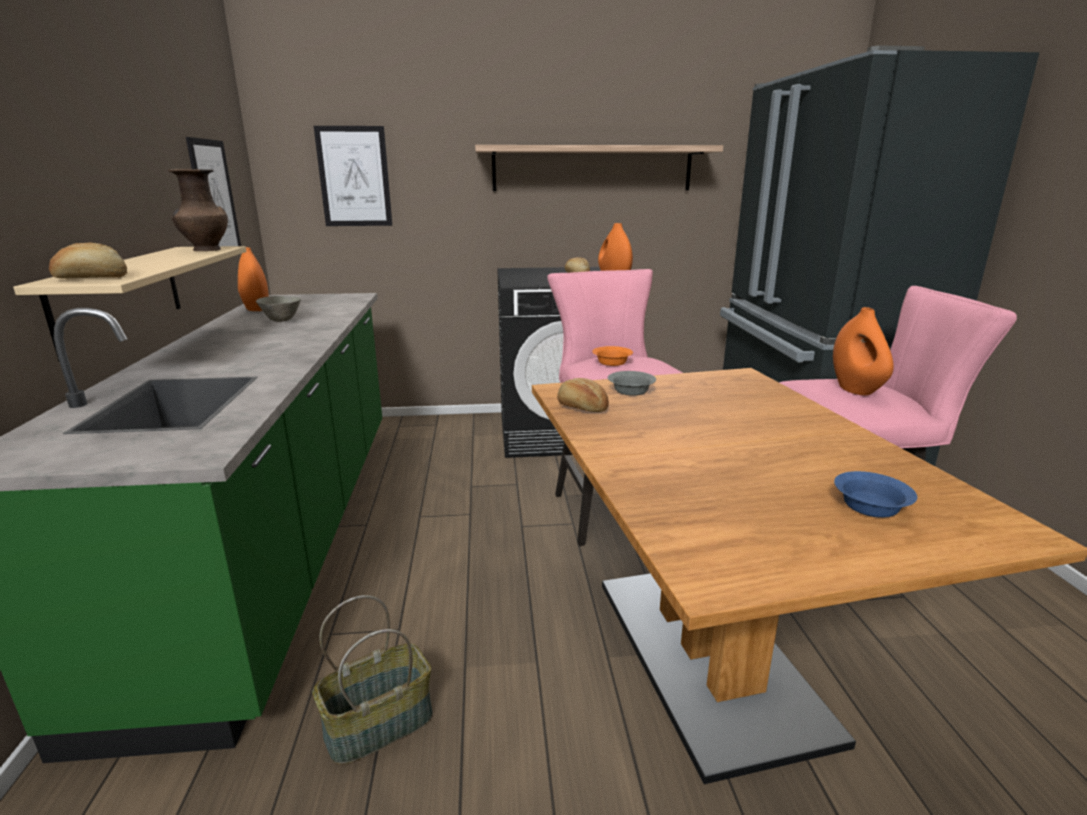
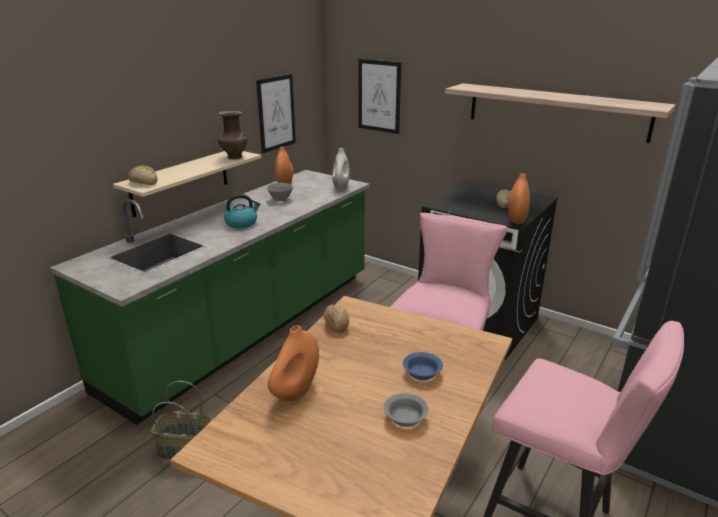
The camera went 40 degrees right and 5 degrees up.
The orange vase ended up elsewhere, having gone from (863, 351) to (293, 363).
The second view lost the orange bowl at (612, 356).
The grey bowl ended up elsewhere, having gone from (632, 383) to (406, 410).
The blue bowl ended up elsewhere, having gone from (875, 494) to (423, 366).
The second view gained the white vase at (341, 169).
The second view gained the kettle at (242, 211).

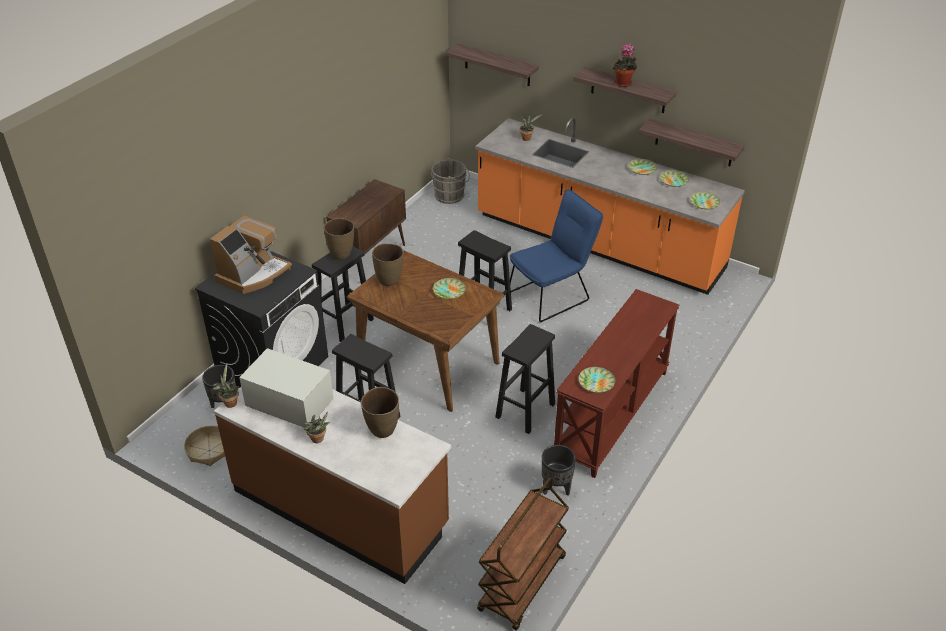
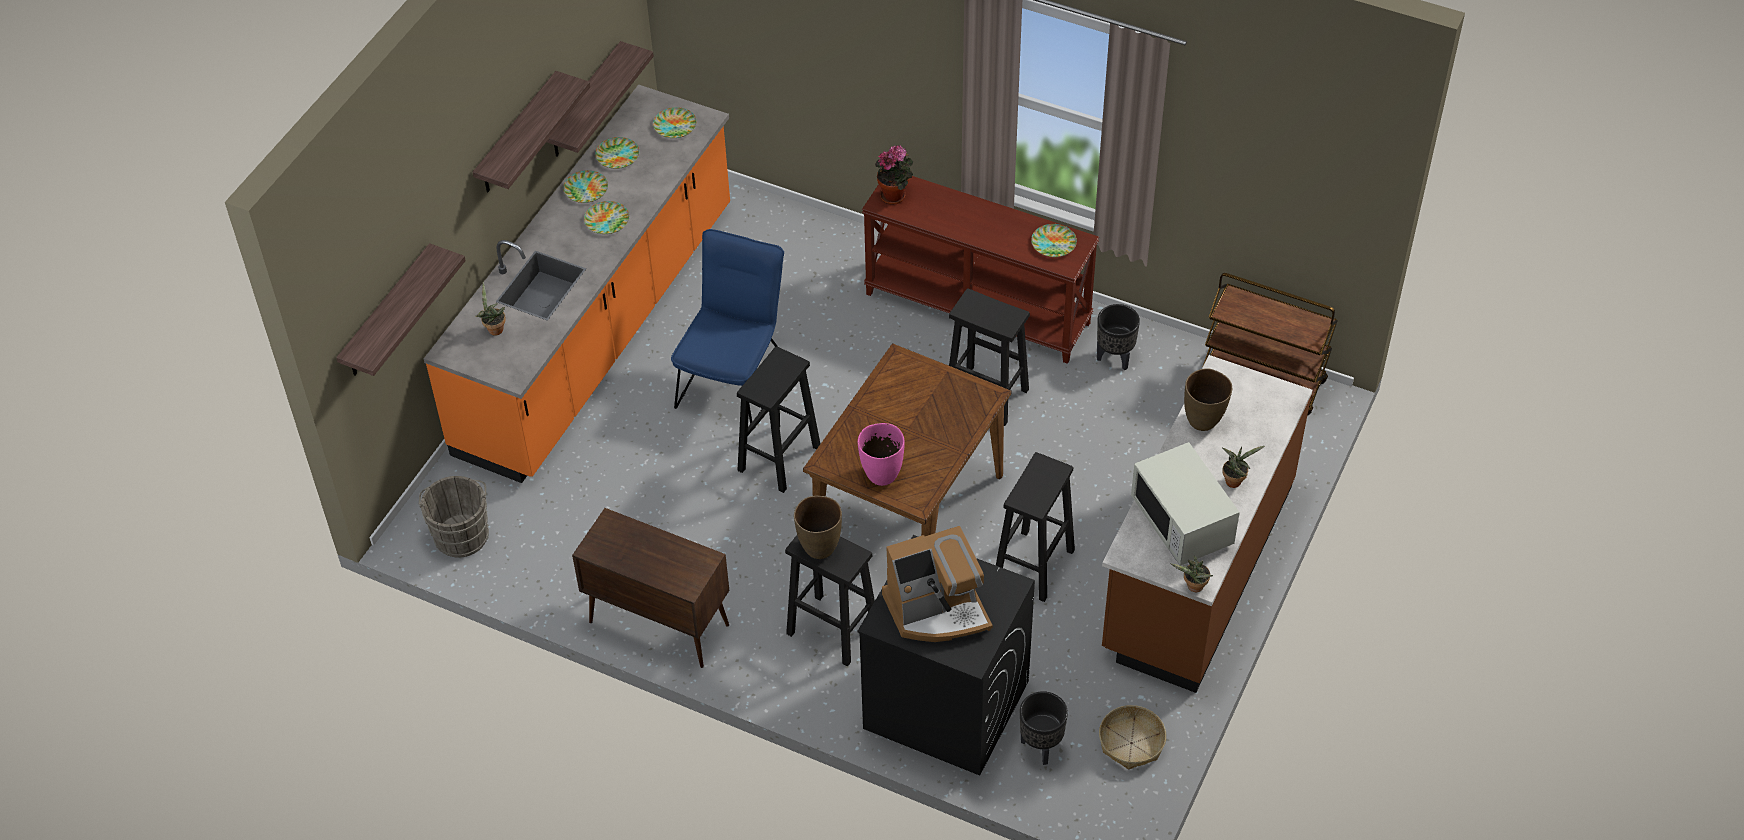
The camera went 95 degrees left and 10 degrees up.
The potted plant ended up elsewhere, having gone from (624, 65) to (894, 174).
The blue chair at (556, 255) ended up facing another way, 60 degrees clockwise from before.
The coffee machine at (251, 254) ended up facing another way, 135 degrees clockwise from before.
What was the brown vase at (388, 264) turned into the pink vase at (881, 454).
The plate ended up elsewhere, having gone from (449, 288) to (606, 217).
The white microwave at (286, 388) ended up facing another way, 45 degrees counterclockwise from before.

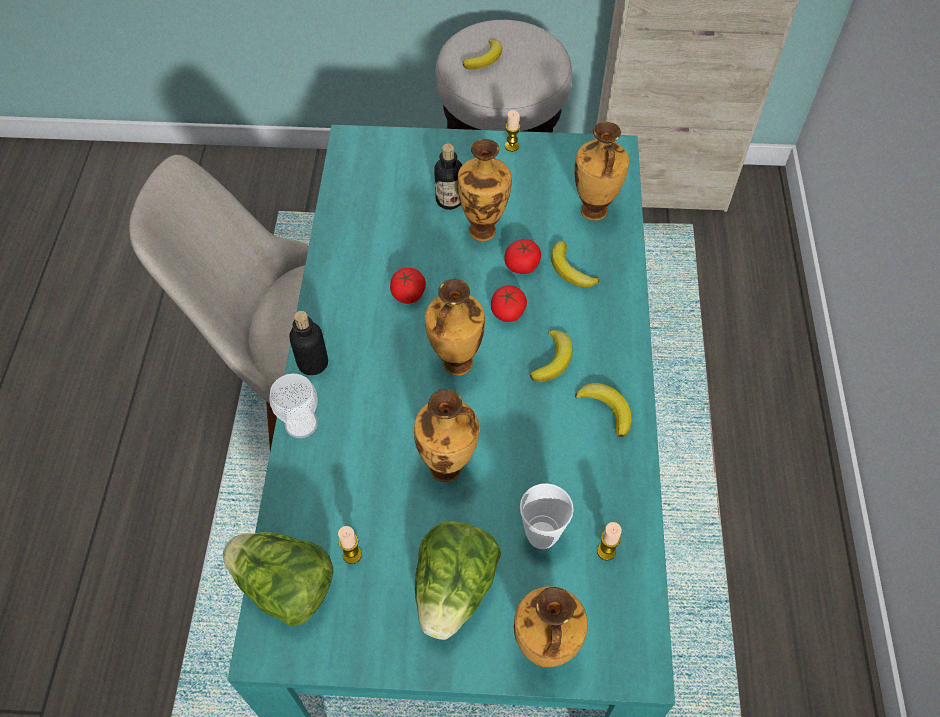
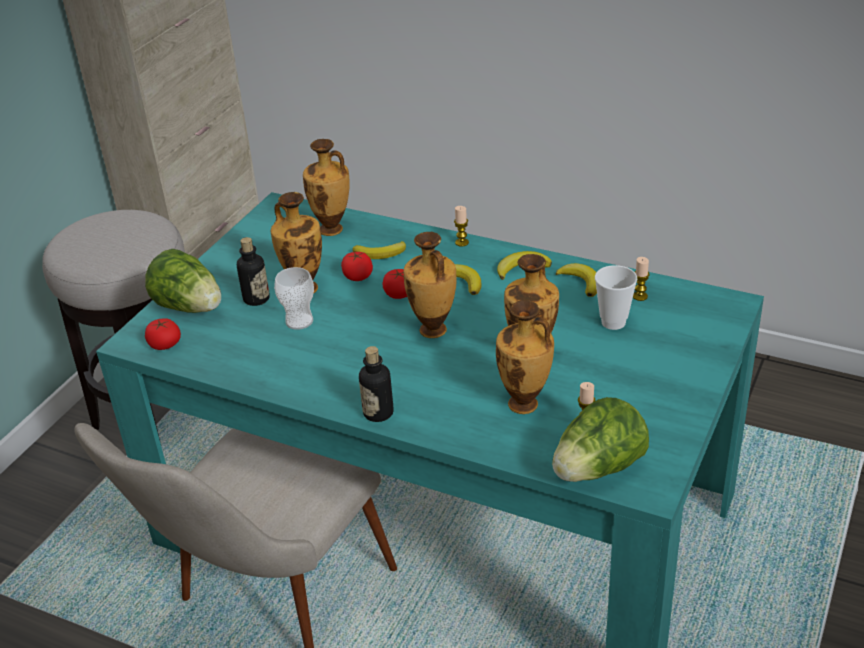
The camera went 65 degrees left and 20 degrees down.
The banana ended up elsewhere, having gone from (482, 54) to (576, 280).
The candle ended up elsewhere, having gone from (512, 131) to (461, 226).
The tomato ended up elsewhere, having gone from (408, 286) to (163, 334).
The cup ended up elsewhere, having gone from (293, 406) to (294, 298).
The lettuce ended up elsewhere, having gone from (458, 580) to (183, 281).
The vase ended up elsewhere, having gone from (551, 626) to (525, 357).

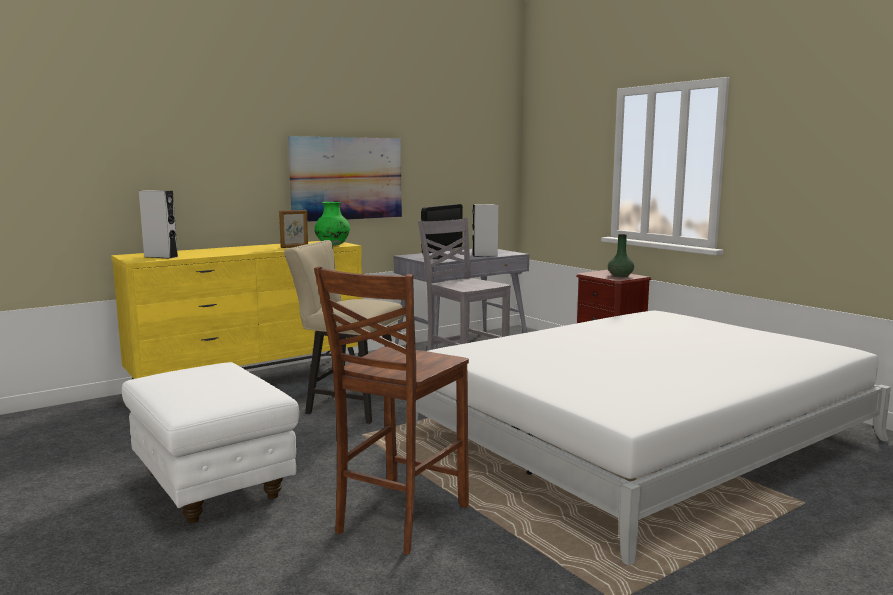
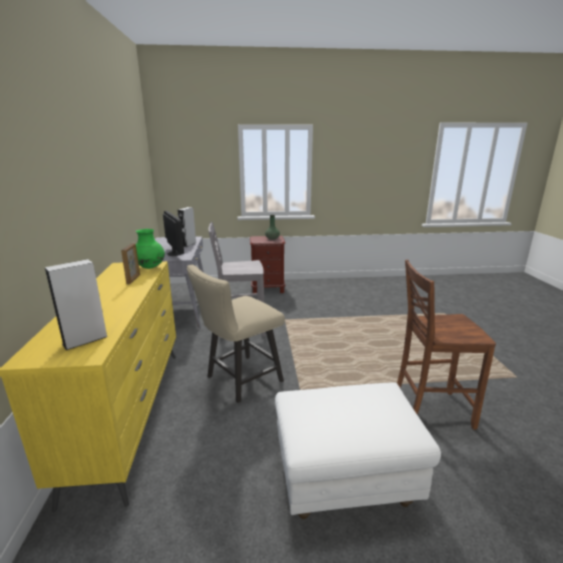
The camera went 60 degrees left and 10 degrees up.
The second view lost the picture at (345, 179).
The brown chair at (391, 411) ended up facing another way, 120 degrees clockwise from before.
The second view lost the white bed at (647, 438).

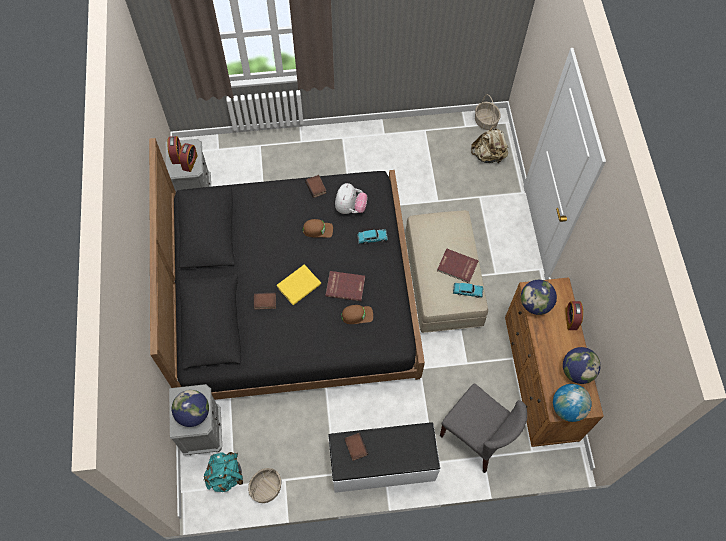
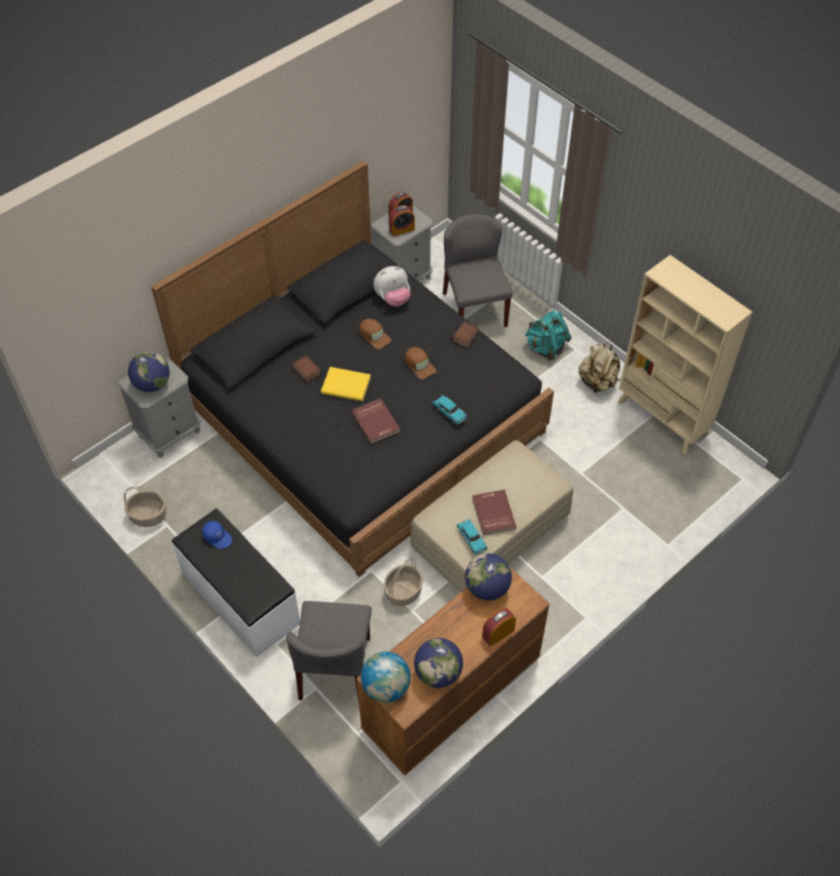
The camera went 55 degrees right and 10 degrees down.
The basket ended up elsewhere, having gone from (488, 112) to (403, 582).
The beige backpack ended up elsewhere, having gone from (489, 144) to (599, 368).
The plush toy ended up elsewhere, having gone from (351, 198) to (391, 286).
The brown cap ended up elsewhere, having gone from (357, 314) to (375, 334).
Where the book stood at (356, 447), the blue cap came to stand at (217, 535).
The turquoise backpack ended up elsewhere, having gone from (223, 472) to (547, 335).
The second view gained the grey chair at (478, 270).
The second view gained the beige bookcase at (685, 354).

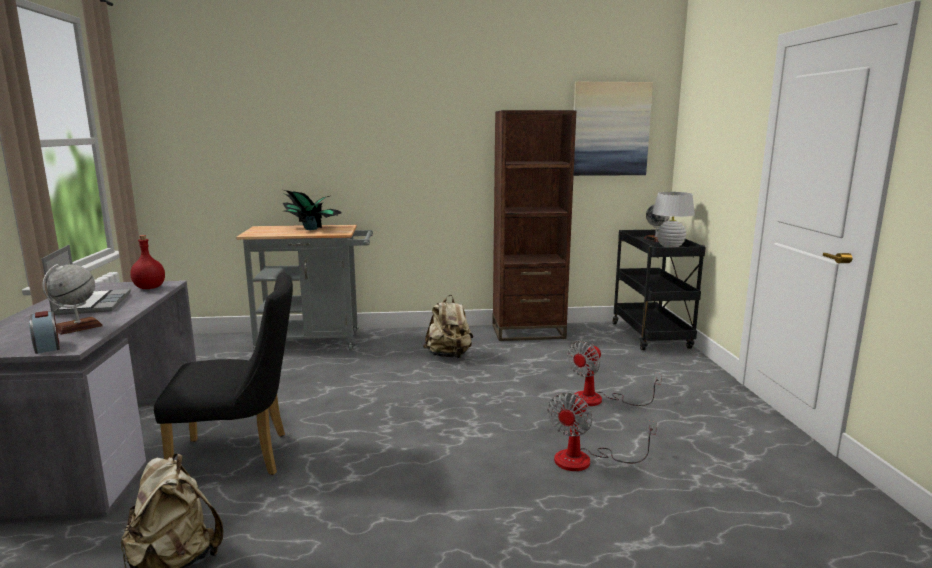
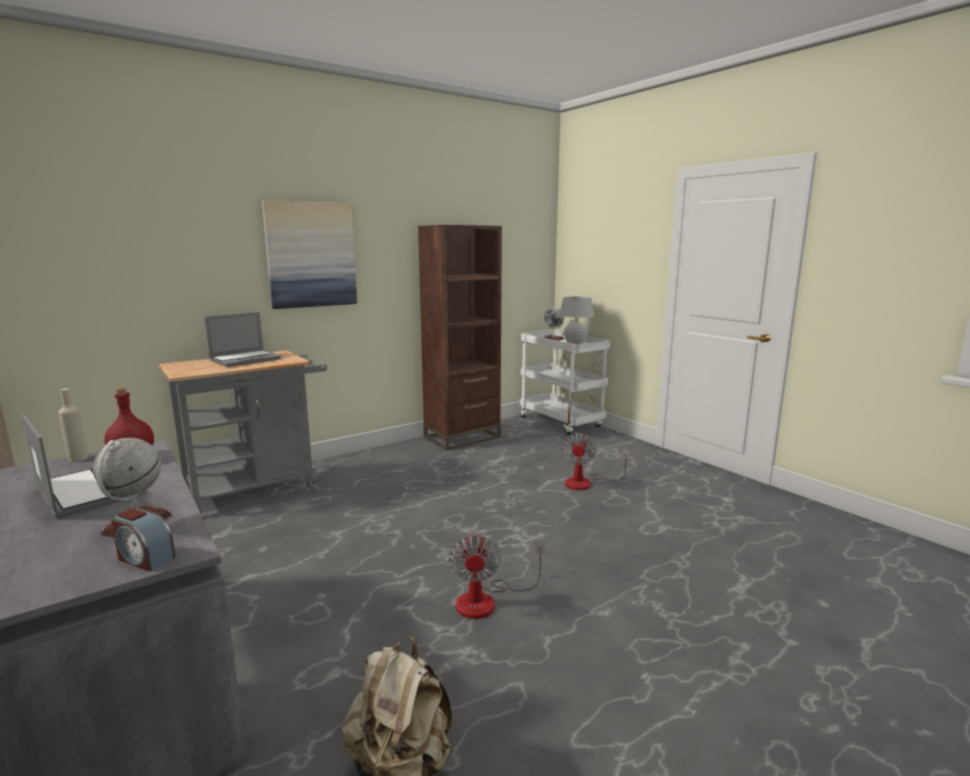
The camera went 30 degrees left and 0 degrees up.
The picture ended up elsewhere, having gone from (613, 129) to (309, 254).
Where the potted plant stood at (311, 210), the laptop came to stand at (243, 339).
What was the black cart at (659, 290) turned into the white cart at (565, 382).
The second view lost the black chair at (223, 373).
The second view lost the beige backpack at (448, 326).
The fan ended up elsewhere, having gone from (602, 431) to (497, 576).
The second view gained the beige bottle at (73, 425).

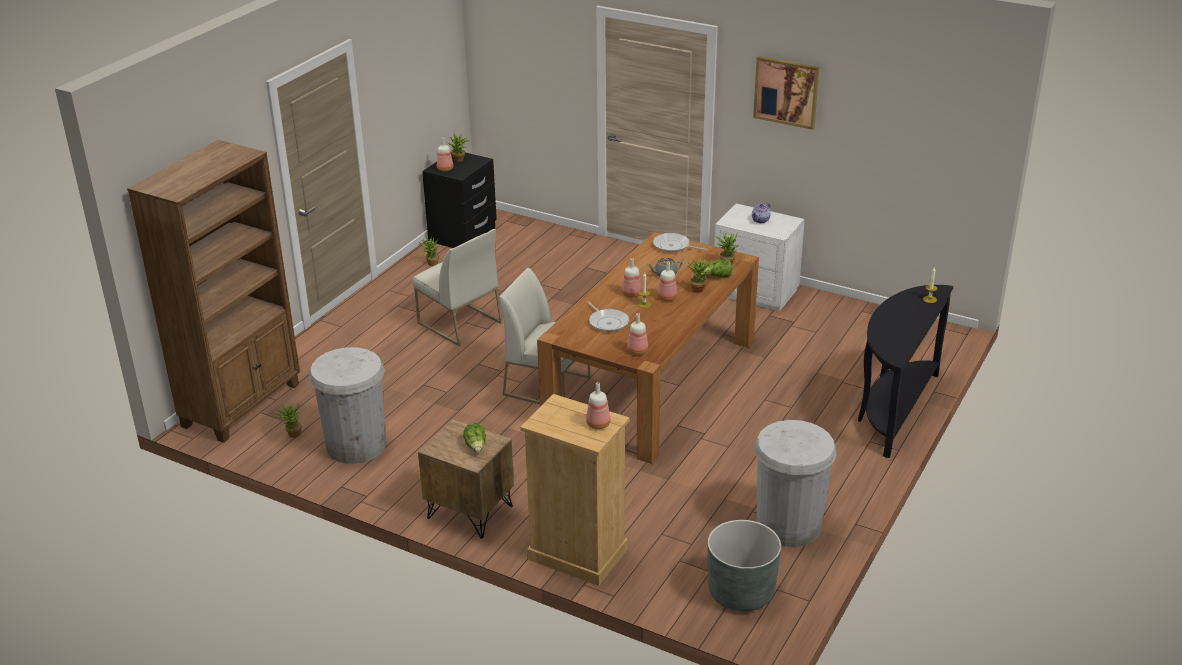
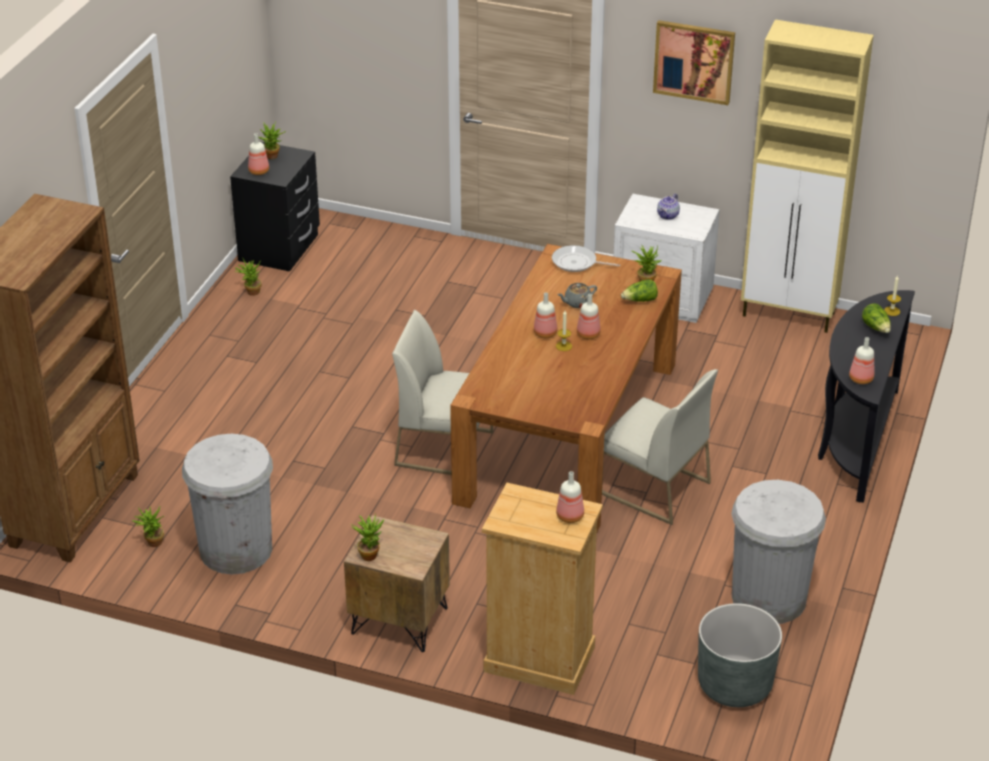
The camera went 10 degrees left and 5 degrees up.
The white chair ended up elsewhere, having gone from (458, 287) to (660, 447).
The potted plant ended up elsewhere, having gone from (699, 276) to (367, 537).
The second view lost the frying pan at (608, 316).
The bottle ended up elsewhere, having gone from (637, 334) to (861, 360).
The lettuce ended up elsewhere, having gone from (474, 437) to (876, 318).
The second view gained the beige cabinet at (807, 176).

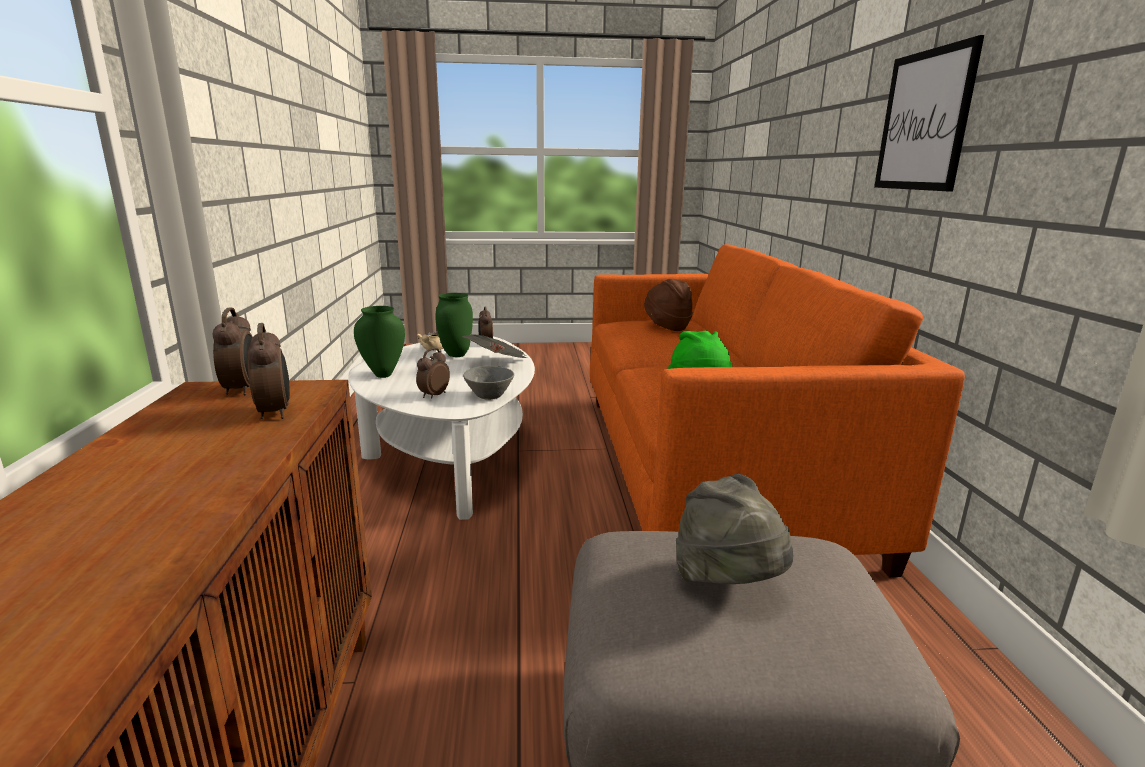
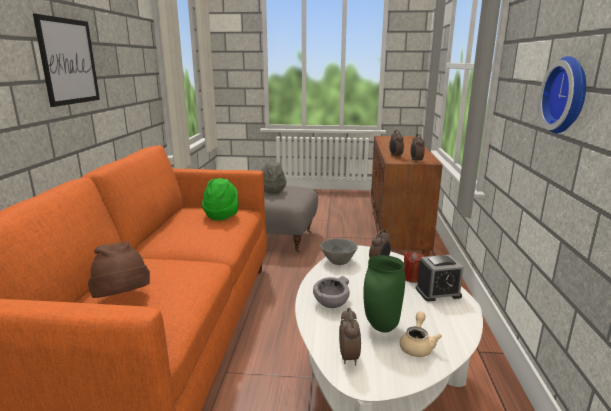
The camera went 170 degrees left and 0 degrees up.
Where the green vase stood at (379, 342), the alarm clock came to stand at (439, 278).
Where the newspaper stood at (495, 346), the grey bowl came to stand at (331, 292).
The second view gained the wall clock at (562, 94).
The second view gained the red candle at (414, 267).

